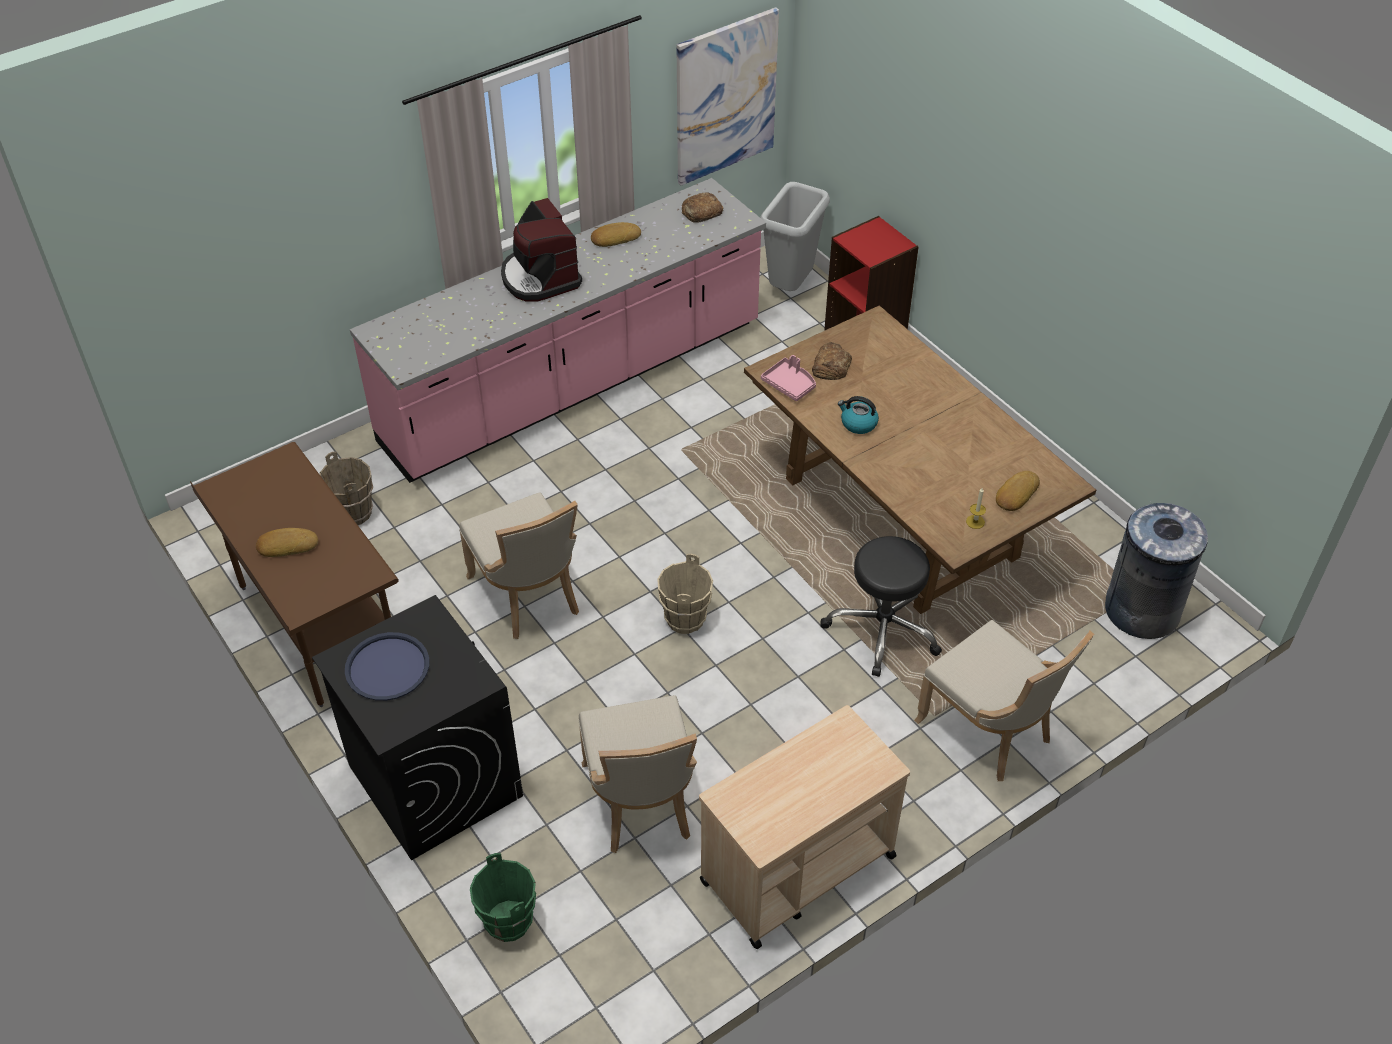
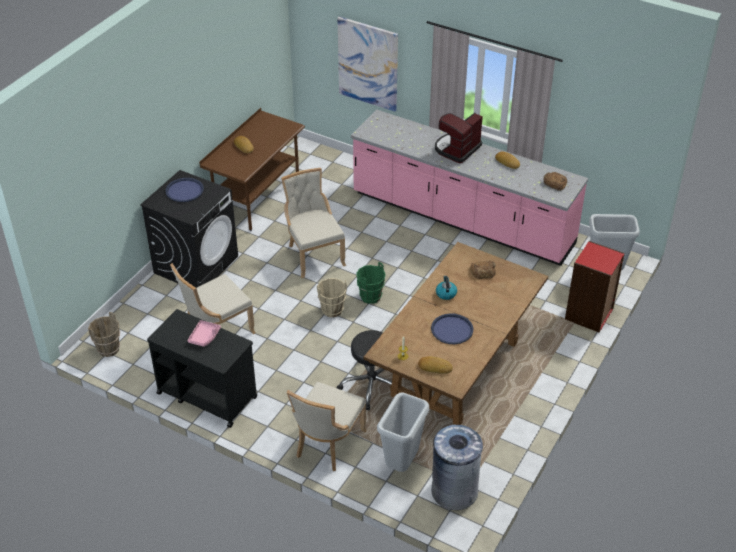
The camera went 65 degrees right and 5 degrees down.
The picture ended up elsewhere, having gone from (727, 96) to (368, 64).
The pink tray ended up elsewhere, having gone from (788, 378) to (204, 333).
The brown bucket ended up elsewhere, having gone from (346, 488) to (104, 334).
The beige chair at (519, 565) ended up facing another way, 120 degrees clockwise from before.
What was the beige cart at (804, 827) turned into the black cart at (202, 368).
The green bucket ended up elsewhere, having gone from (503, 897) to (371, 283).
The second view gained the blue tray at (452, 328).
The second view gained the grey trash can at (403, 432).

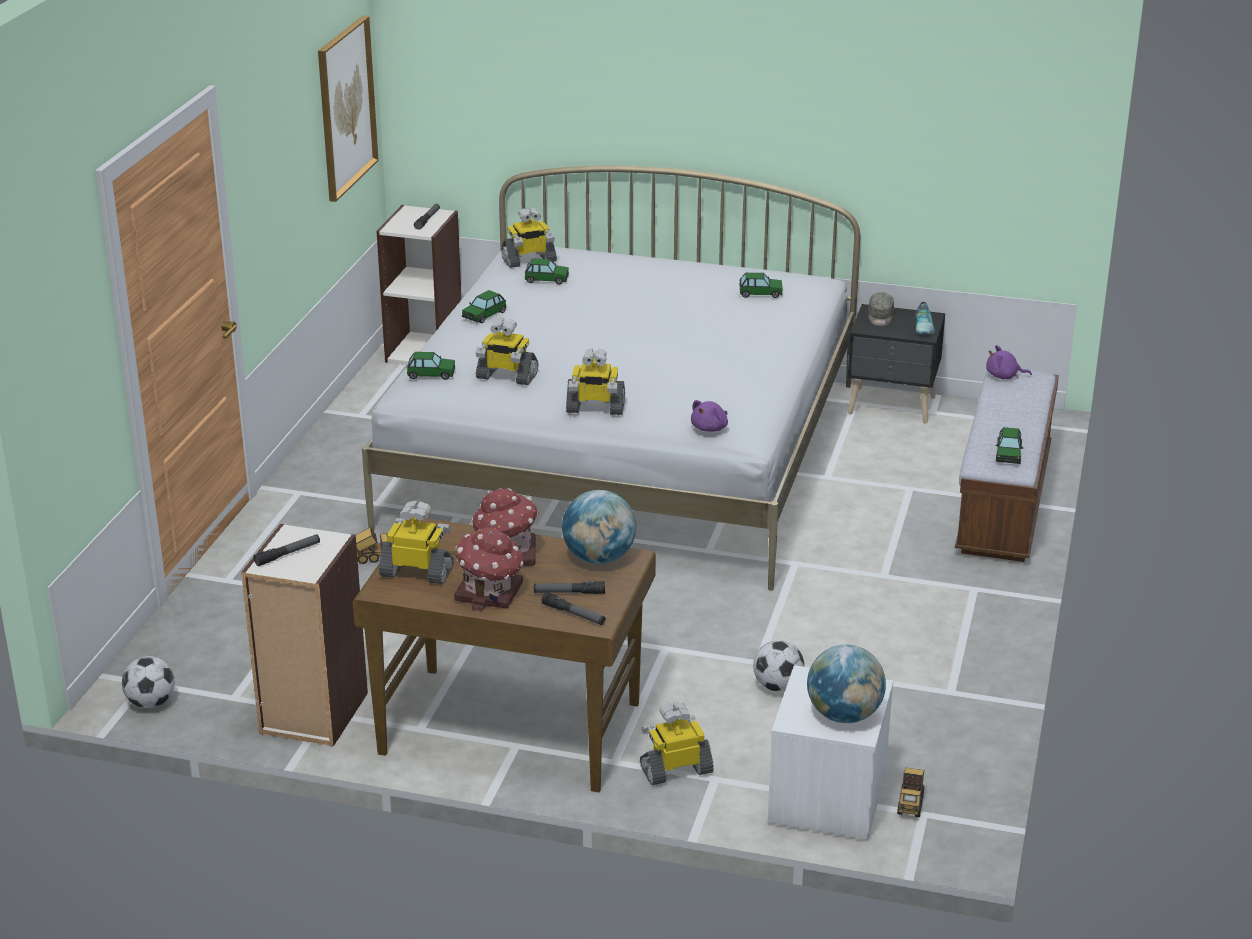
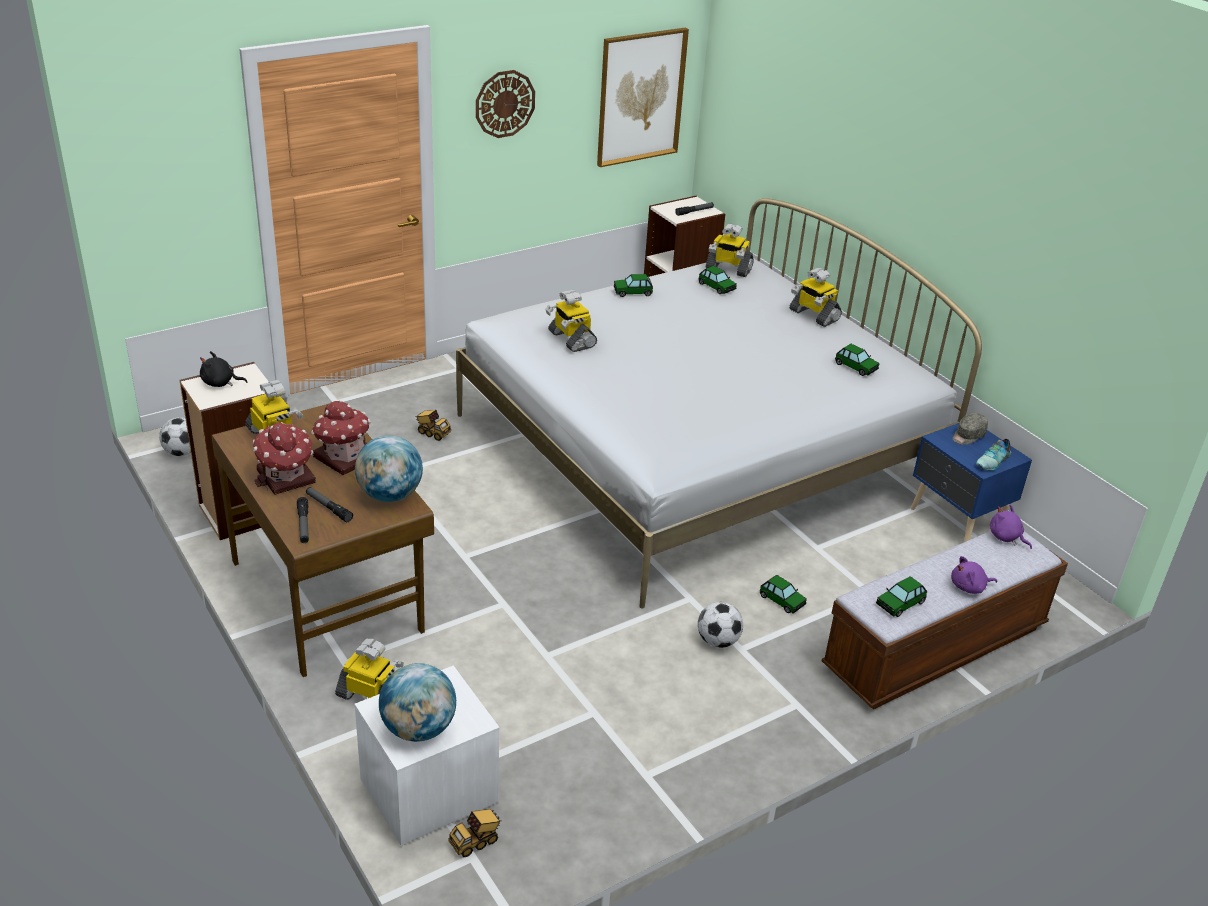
The camera went 40 degrees right and 5 degrees up.
What was the black nightstand at (896, 363) turned into the blue nightstand at (971, 482).
The toy robot ended up elsewhere, having gone from (595, 381) to (815, 297).
The toy car ended up elsewhere, having gone from (431, 366) to (783, 594).
The purple plush toy ended up elsewhere, having gone from (709, 416) to (974, 575).
Where the flashlight stood at (287, 550), the black plush toy came to stand at (223, 369).
The football ended up elsewhere, having gone from (779, 666) to (720, 625).
The second view gained the wall clock at (505, 104).

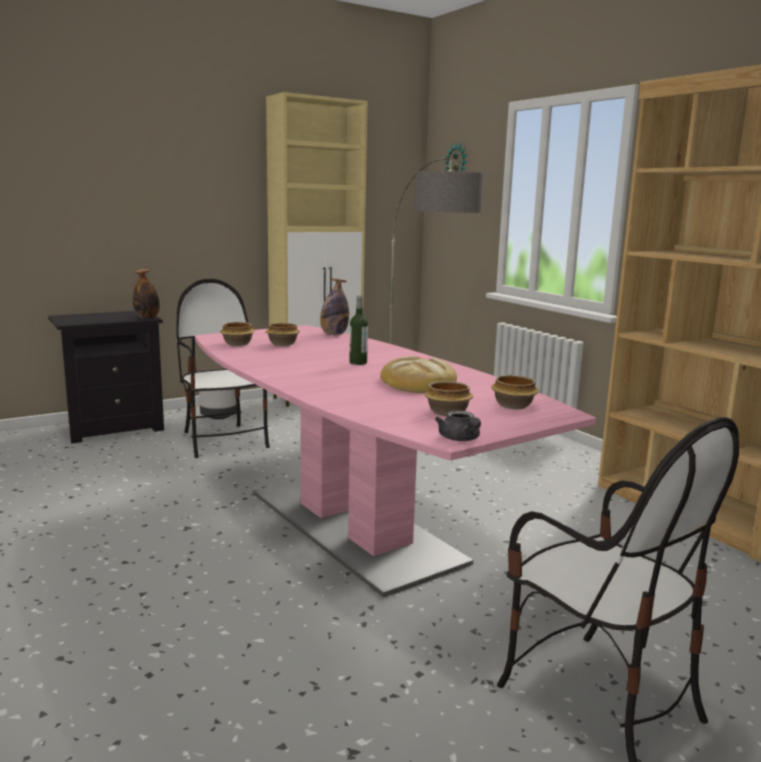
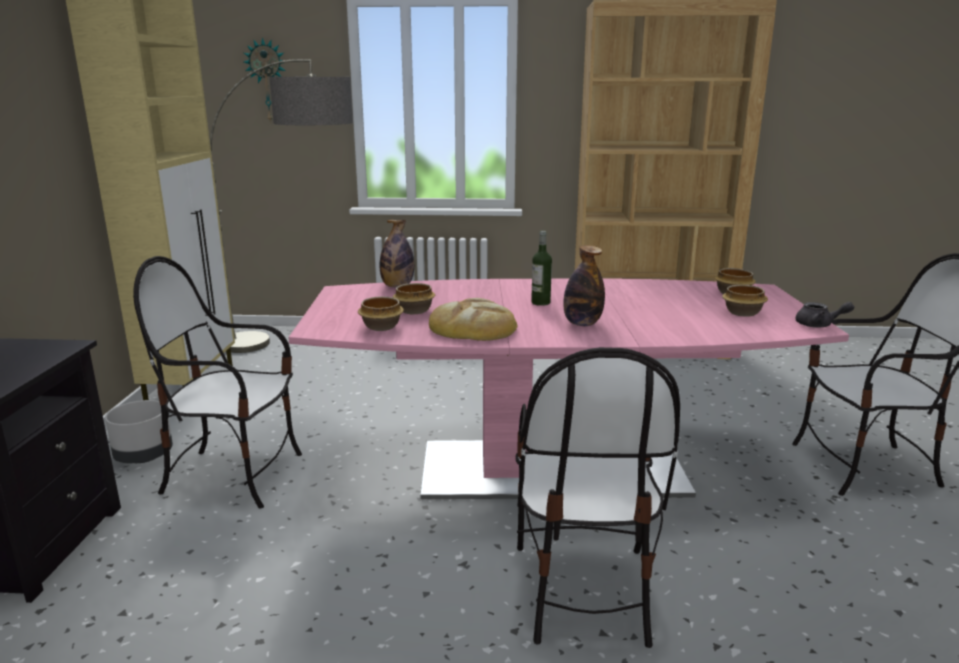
The camera went 55 degrees left and 5 degrees up.
The bottle ended up elsewhere, having gone from (146, 294) to (584, 285).
The bread ended up elsewhere, having gone from (418, 374) to (473, 319).
The second view gained the chair at (598, 497).

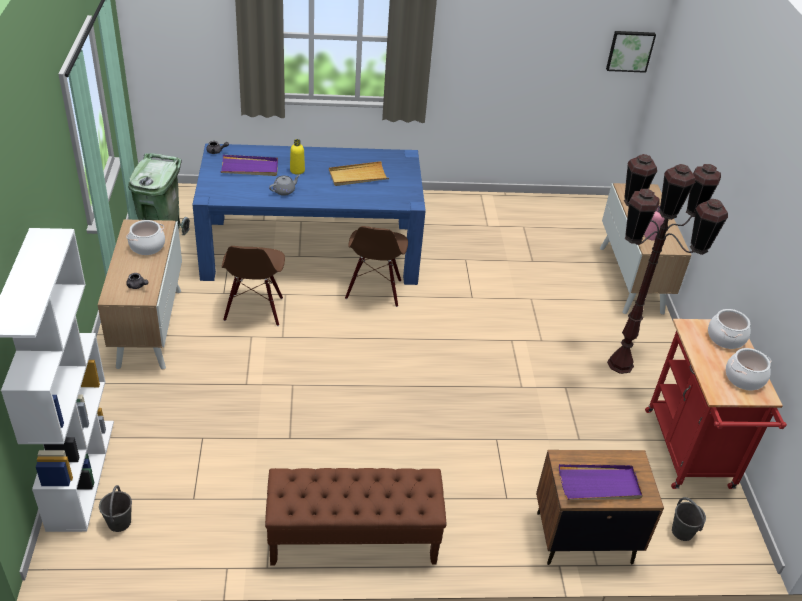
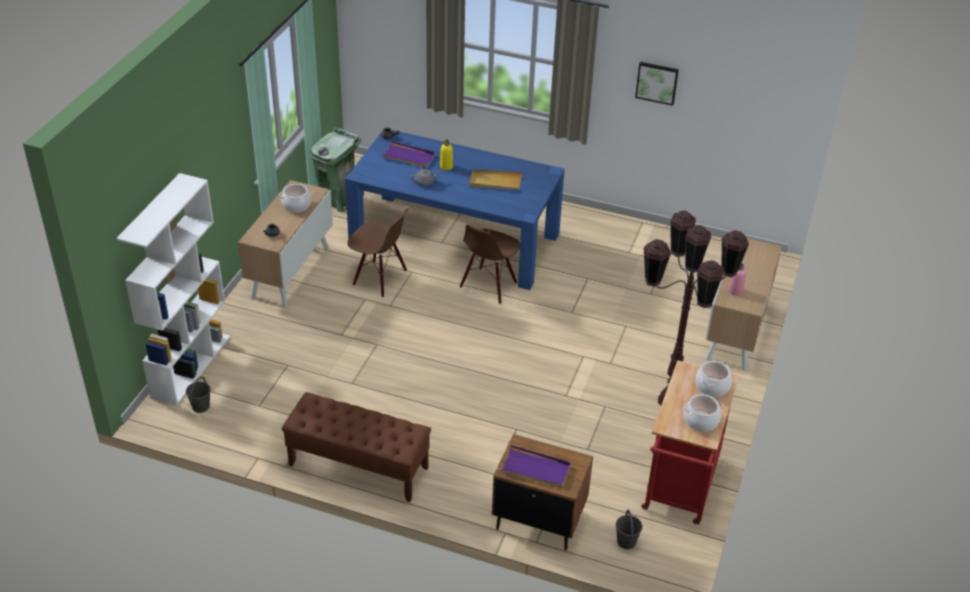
The camera went 25 degrees right and 0 degrees up.
The picture ended up elsewhere, having gone from (631, 52) to (657, 84).
The brown chair at (253, 286) ended up facing another way, 90 degrees counterclockwise from before.

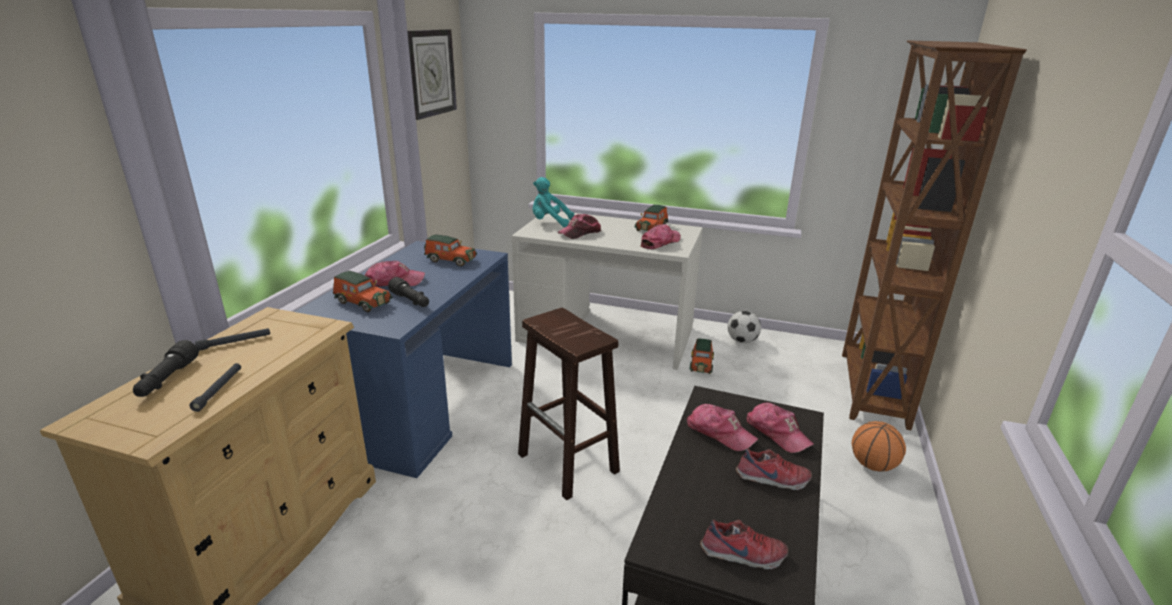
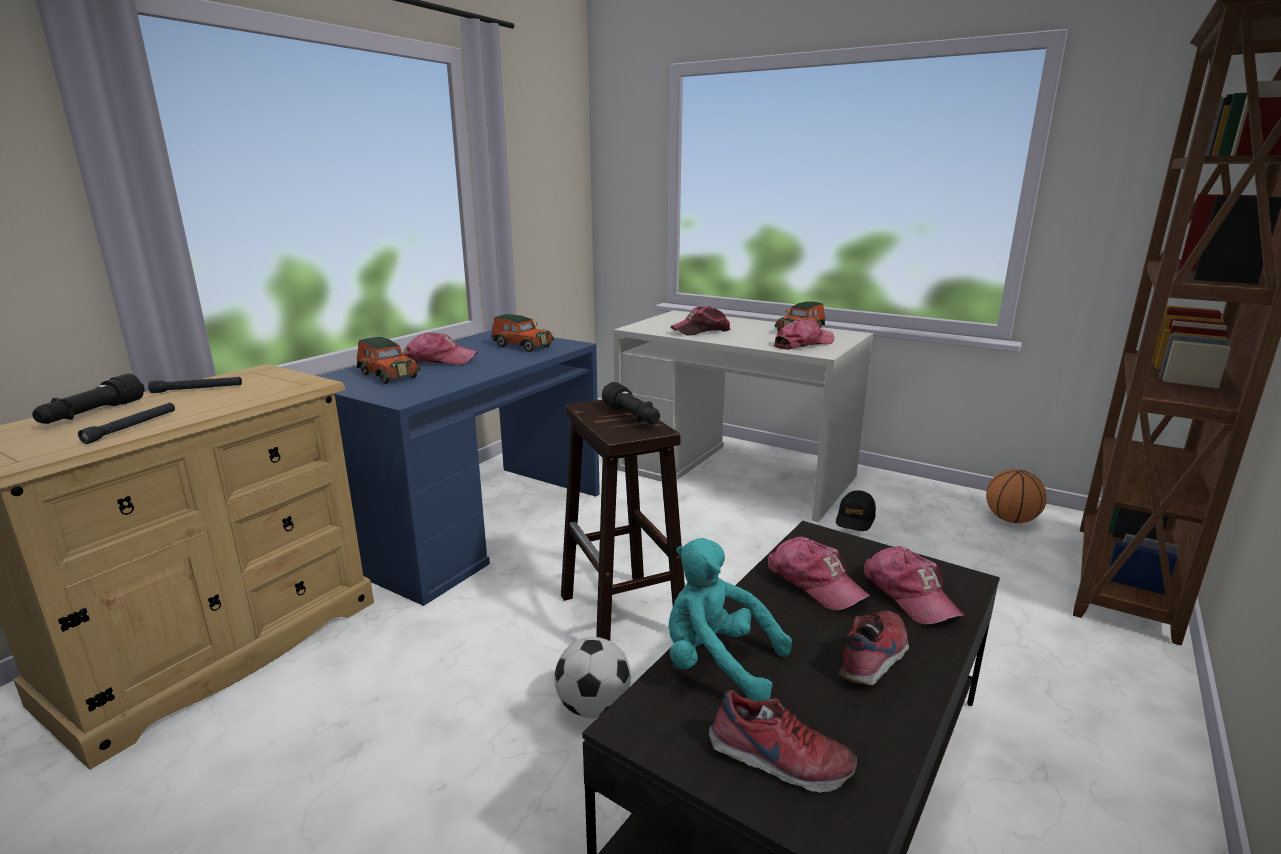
The camera went 15 degrees right and 5 degrees down.
The second view lost the wall clock at (432, 74).
The turquoise plush toy ended up elsewhere, having gone from (553, 202) to (730, 620).
The black flashlight ended up elsewhere, having gone from (408, 292) to (631, 403).
The football ended up elsewhere, having gone from (744, 327) to (592, 677).
Where the toy car stood at (701, 356), the black cap came to stand at (856, 510).
The basketball ended up elsewhere, having gone from (879, 446) to (1016, 496).
The shoe at (774, 469) ended up facing another way, 75 degrees counterclockwise from before.

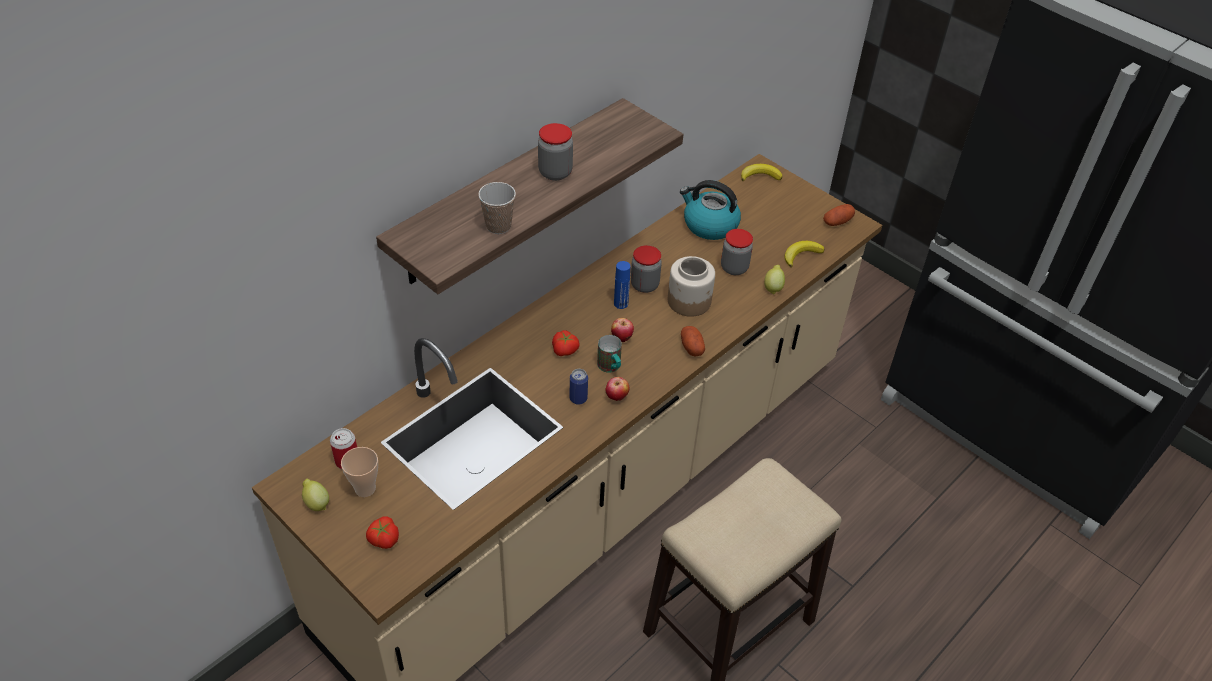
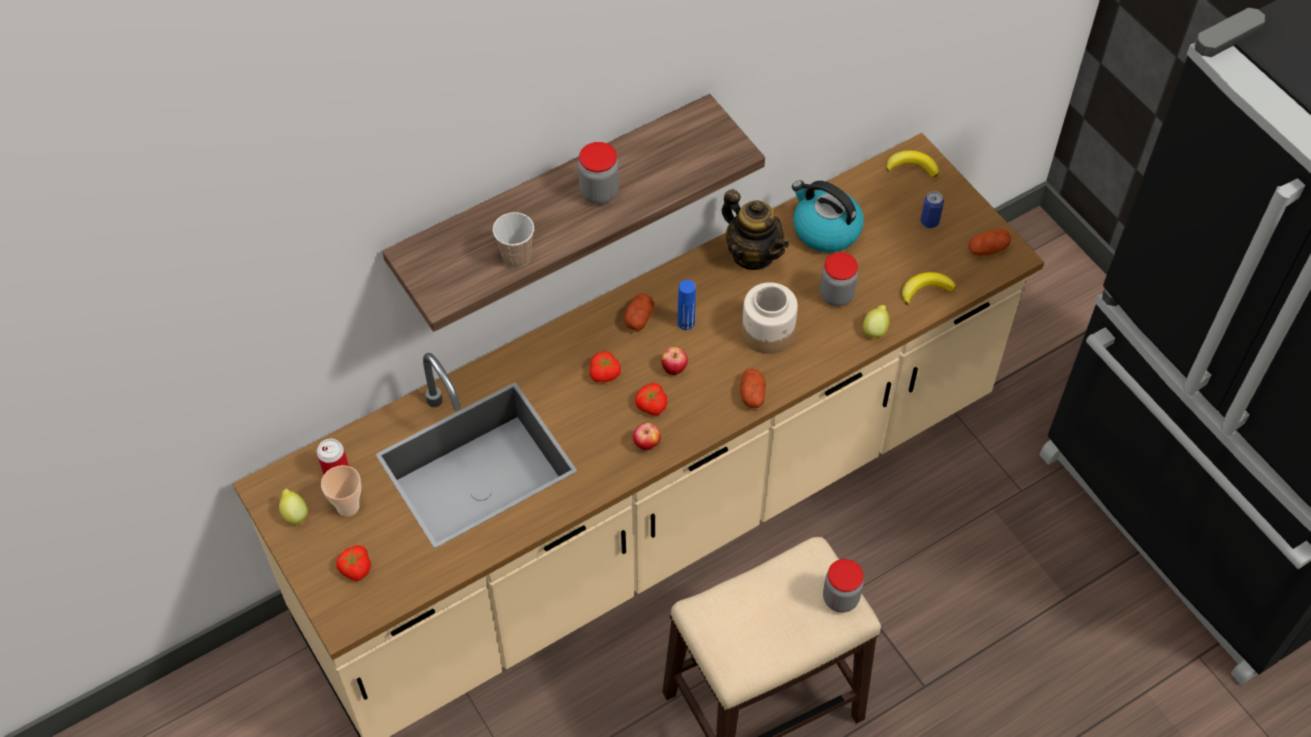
The camera went 15 degrees right and 10 degrees up.
The jar ended up elsewhere, having gone from (646, 269) to (843, 586).
Where the mug stood at (609, 354), the tomato came to stand at (651, 399).
The can ended up elsewhere, having gone from (579, 387) to (932, 209).
The second view gained the teapot at (755, 229).
The second view gained the potato at (639, 312).

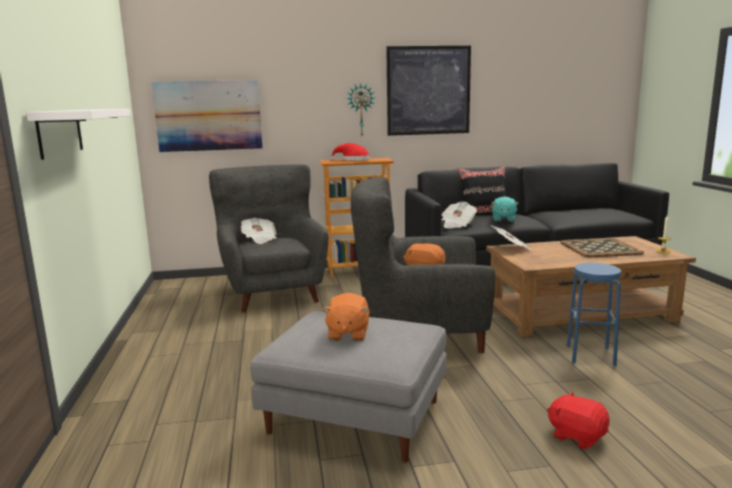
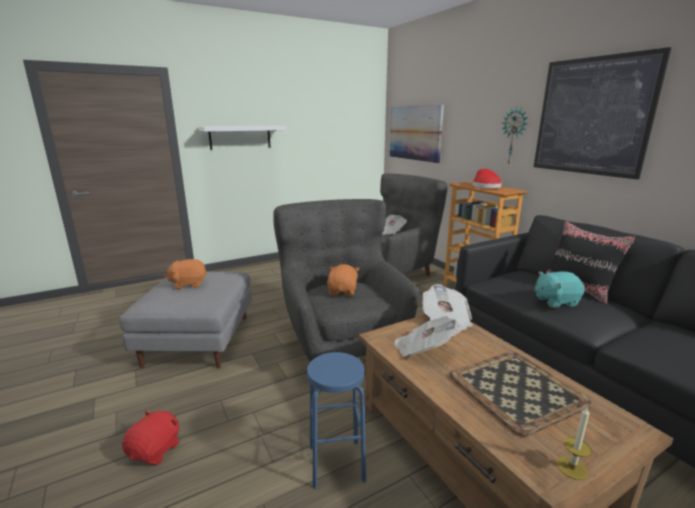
The camera went 70 degrees right and 5 degrees up.
The newspaper ended up elsewhere, having gone from (459, 215) to (426, 336).

